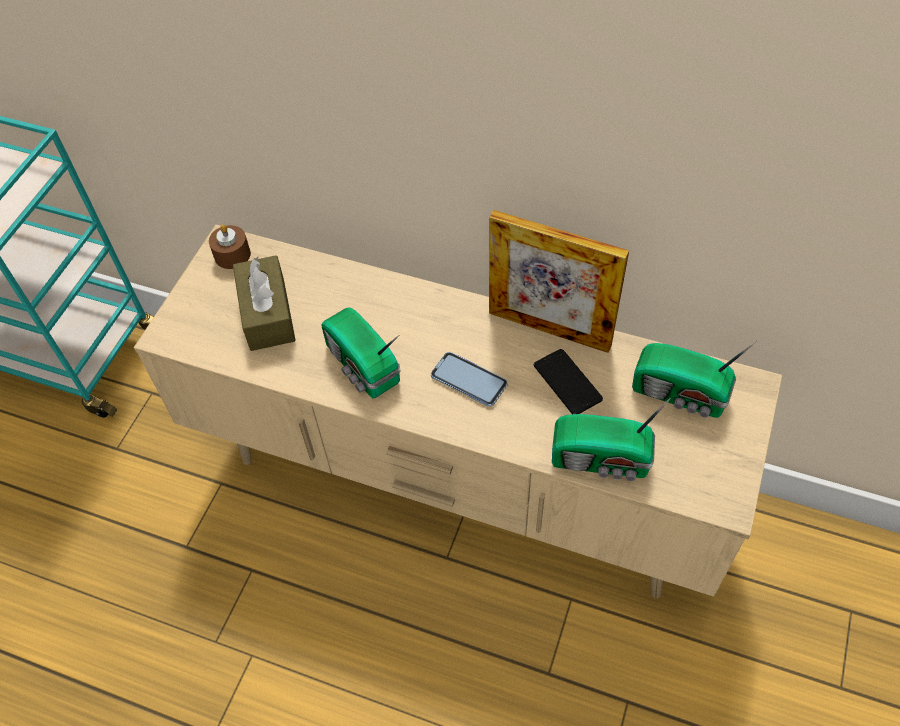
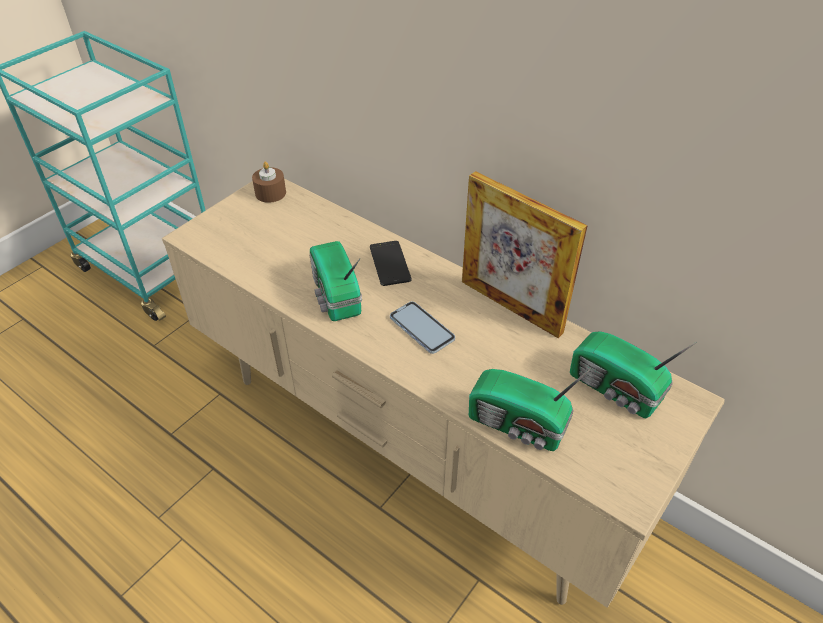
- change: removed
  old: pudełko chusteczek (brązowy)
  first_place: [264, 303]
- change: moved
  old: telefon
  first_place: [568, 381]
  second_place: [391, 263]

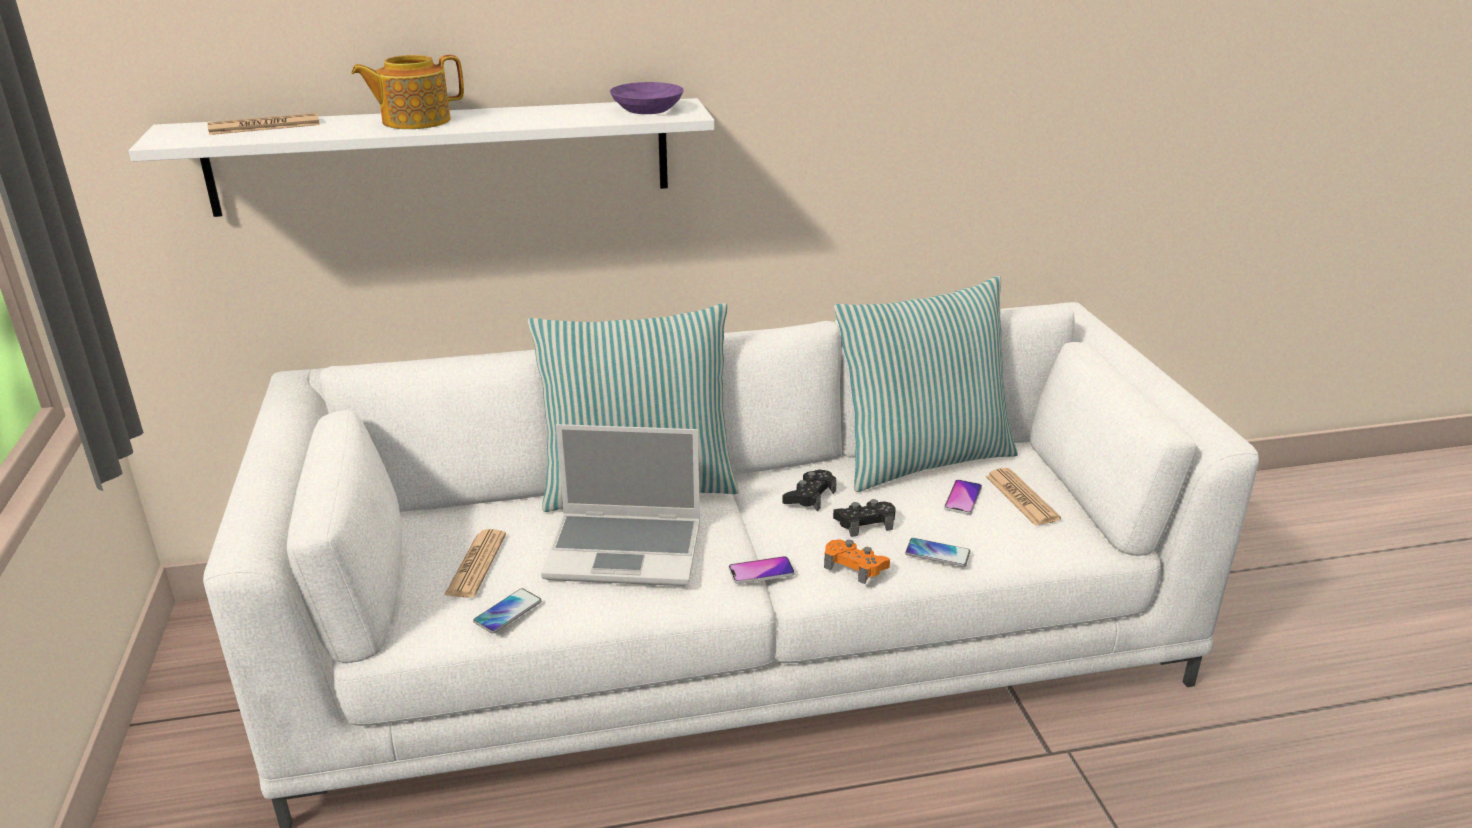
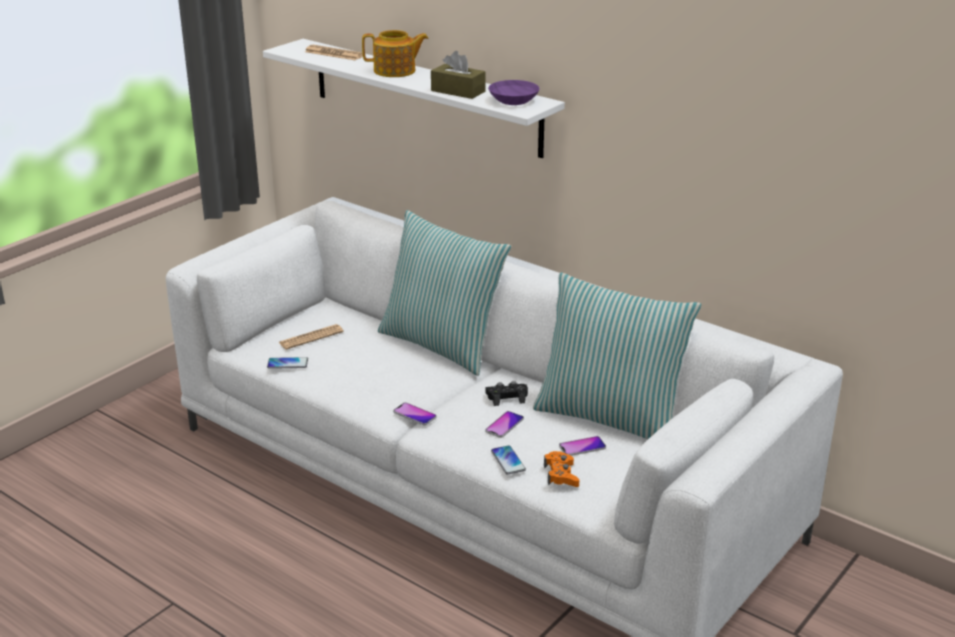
- change: turned
  old: imbryk
  first_place: [407, 92]
  second_place: [395, 53]
  degrees: 150
- change: removed
  old: laptop
  first_place: [620, 505]
- change: removed
  old: gazeta
  first_place: [1023, 497]
- change: replaced
  old: pad do gier (czarny)
  new: telefon
  first_place: [864, 518]
  second_place: [504, 424]
- change: moved
  old: pad do gier (pomarańczowy)
  first_place: [857, 561]
  second_place: [561, 469]
- change: added
  new: pudełko chusteczek (brązowy)
  second_place: [458, 75]

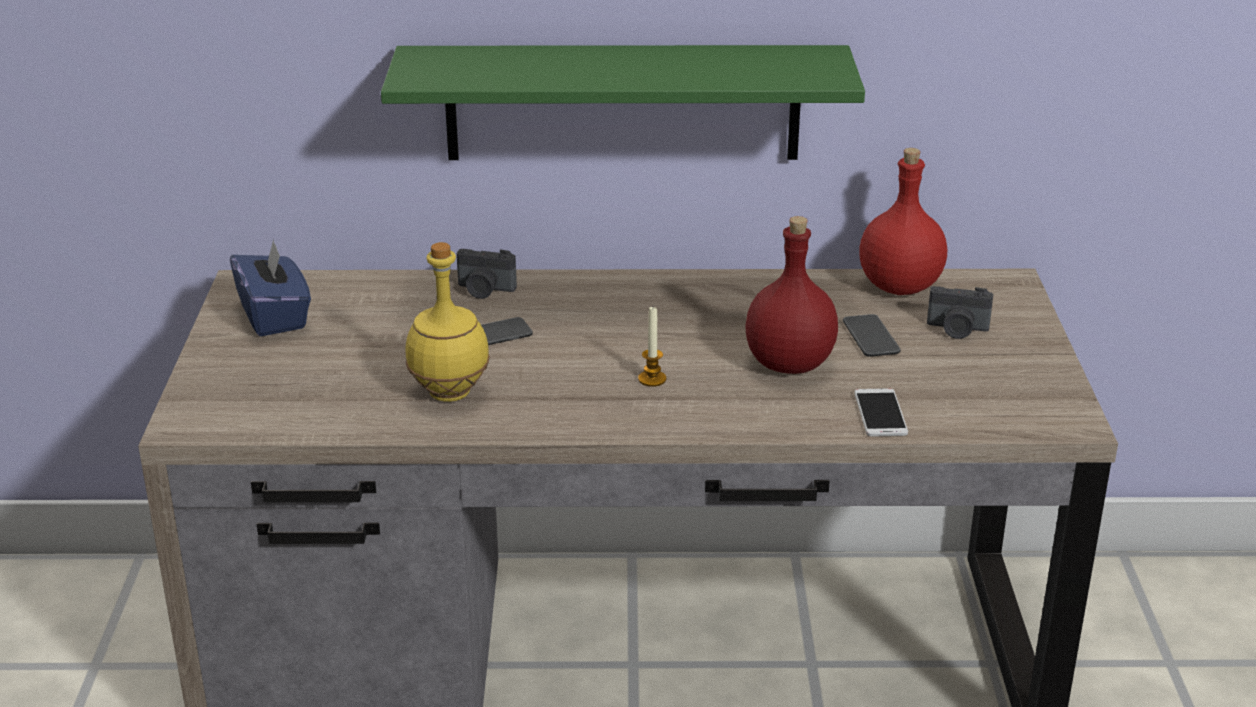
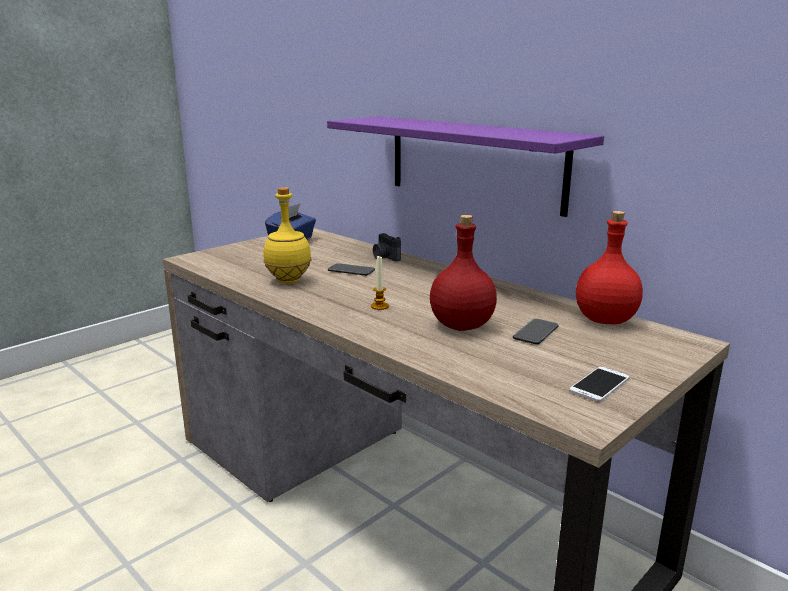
- change: recoloured
  old: półka (zielony)
  new: półka (fioletowy)
  first_place: [623, 102]
  second_place: [465, 166]
- change: removed
  old: aparat fotograficzny
  first_place: [960, 312]
- change: moved
  old: telefon
  first_place: [881, 412]
  second_place: [599, 384]

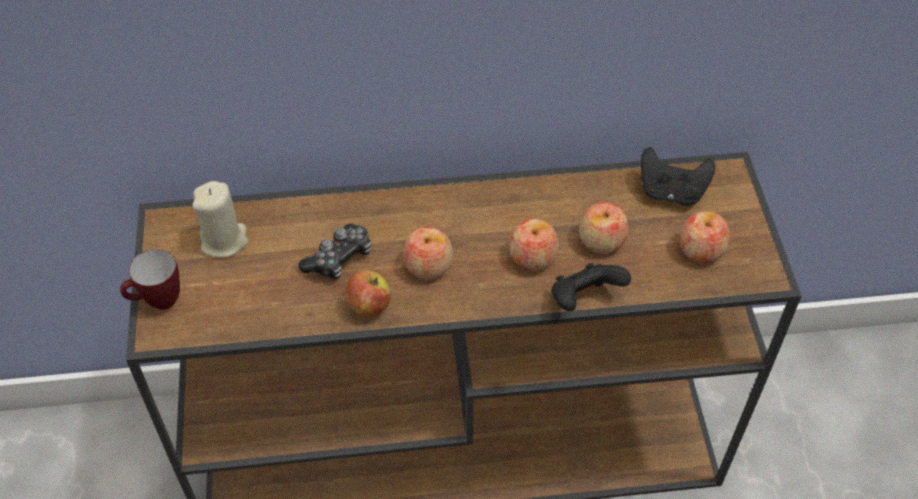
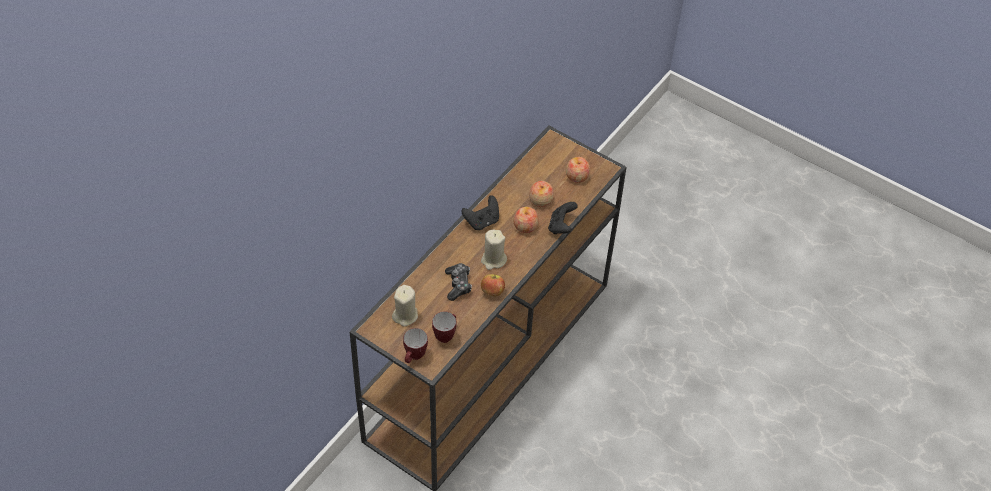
- change: moved
  old: pad do gier (czarny)
  first_place: [678, 176]
  second_place: [480, 212]
- change: replaced
  old: jabłko
  new: świeca (beżowy)
  first_place: [428, 253]
  second_place: [494, 250]
- change: added
  new: kubek
  second_place: [444, 327]

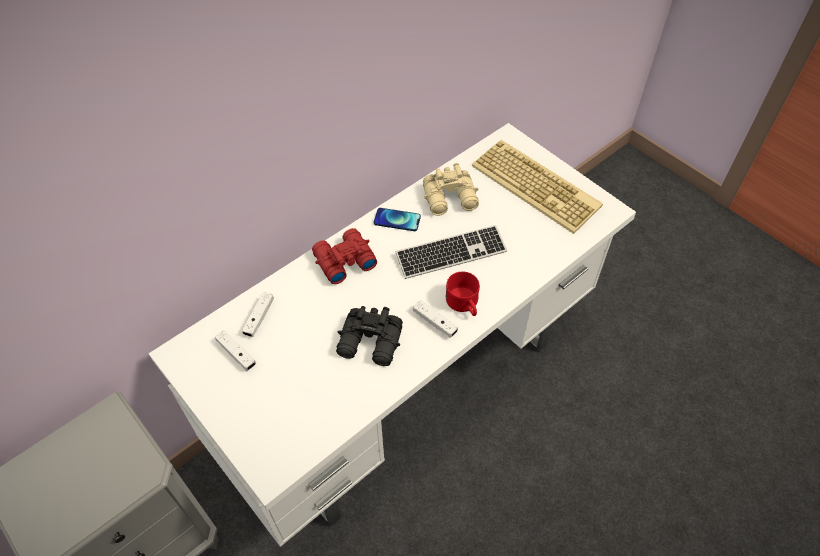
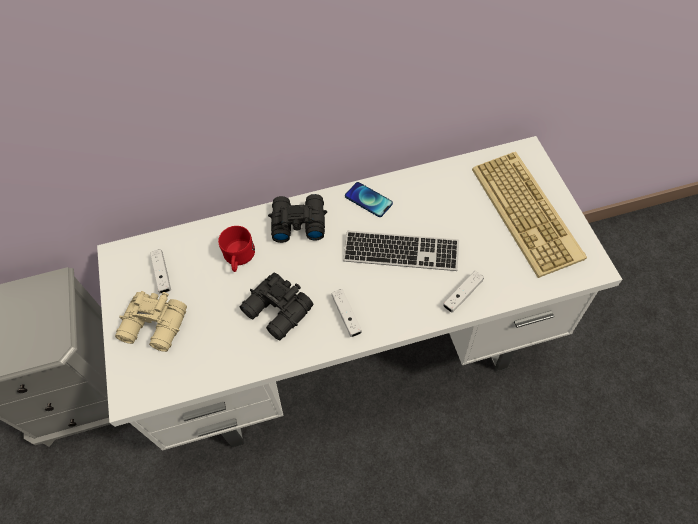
- change: moved
  old: lornetka (beżowy)
  first_place: [451, 189]
  second_place: [151, 321]
- change: recoloured
  old: lornetka (czerwony)
  new: lornetka (czarny)
  first_place: [344, 256]
  second_place: [297, 218]
- change: moved
  old: kubek (czerwony)
  first_place: [463, 294]
  second_place: [236, 249]
- change: moved
  old: pad do gier (biały)
  first_place: [258, 314]
  second_place: [463, 292]

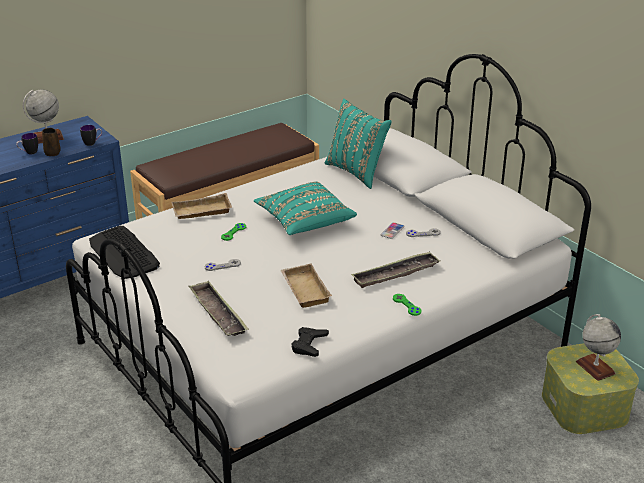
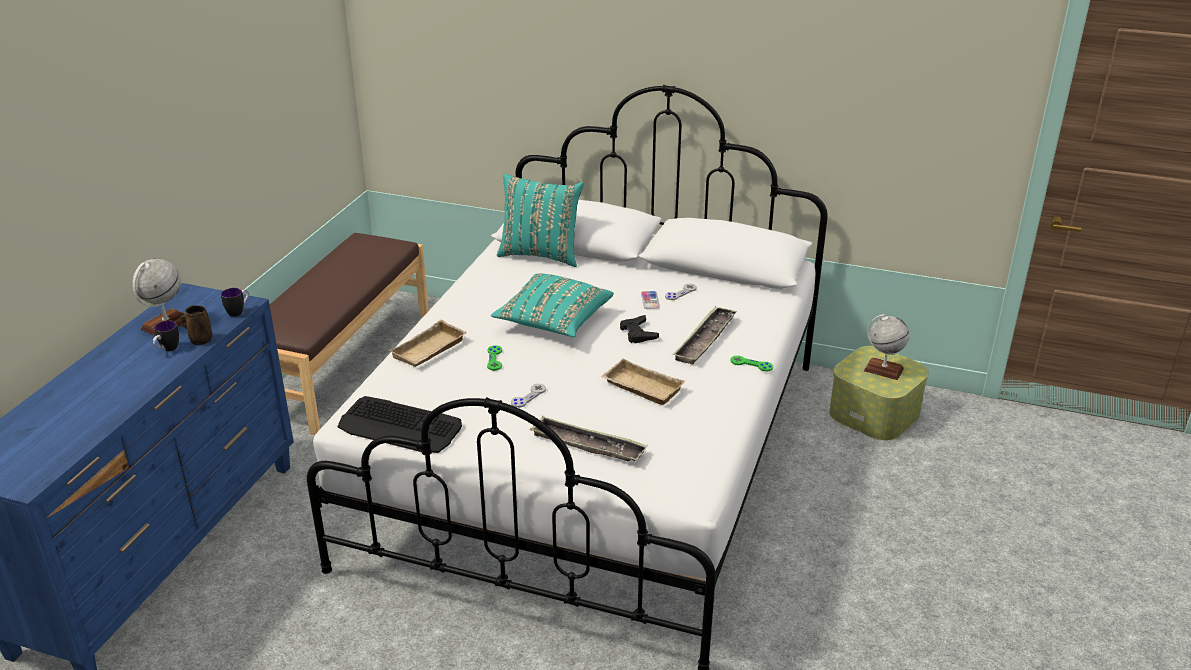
- change: moved
  old: pad do gier (czarny)
  first_place: [310, 342]
  second_place: [639, 329]

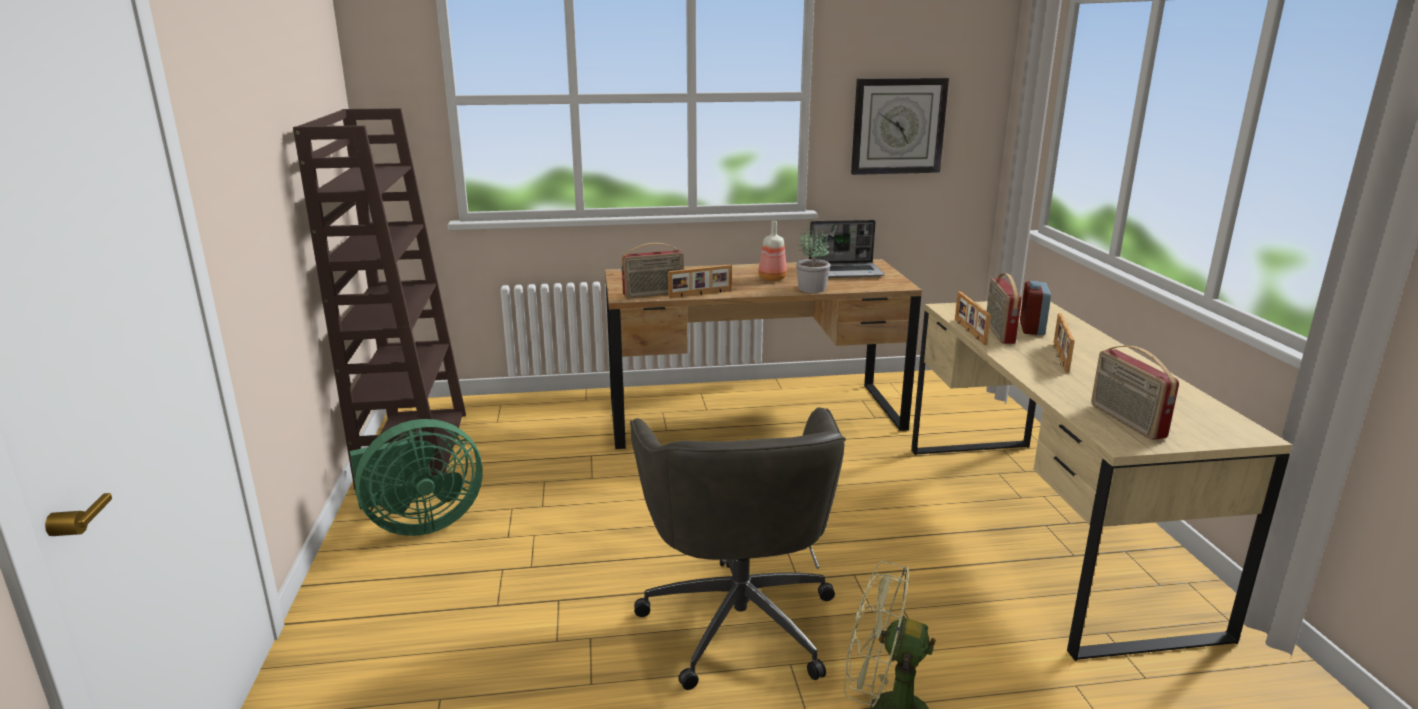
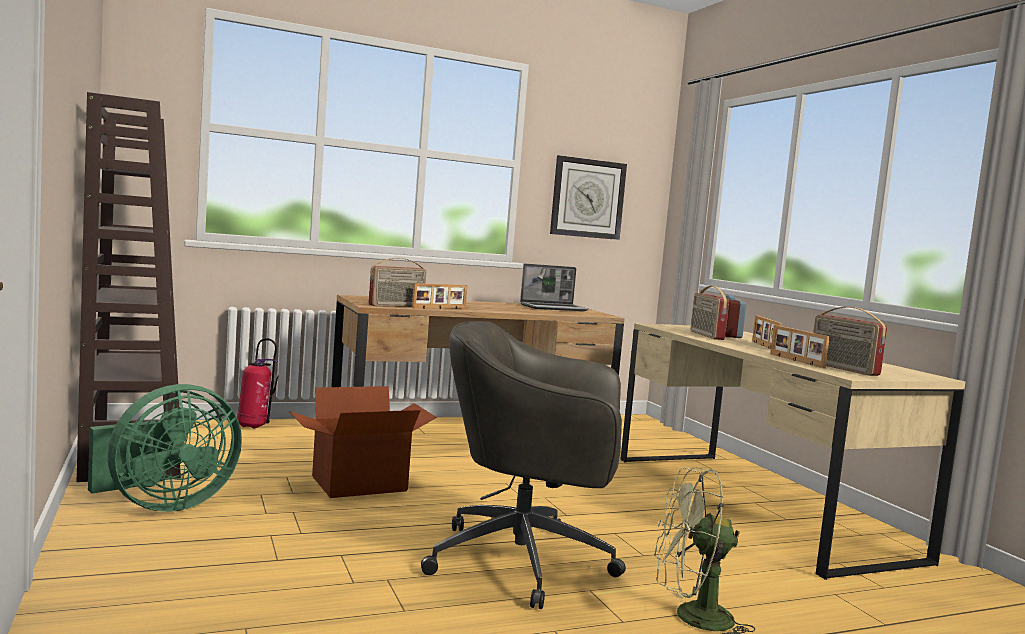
- change: removed
  old: butelka
  first_place: [772, 251]
- change: removed
  old: roślina doniczkowa
  first_place: [813, 259]
- change: moved
  old: ramka na zdjęcie
  first_place: [973, 318]
  second_place: [800, 346]
- change: turned
  old: krzesło biurowe (szary)
  first_place: [738, 548]
  second_place: [523, 465]
  degrees: 120
- change: added
  new: gaśnica
  second_place: [258, 383]
- change: added
  new: karton
  second_place: [363, 442]

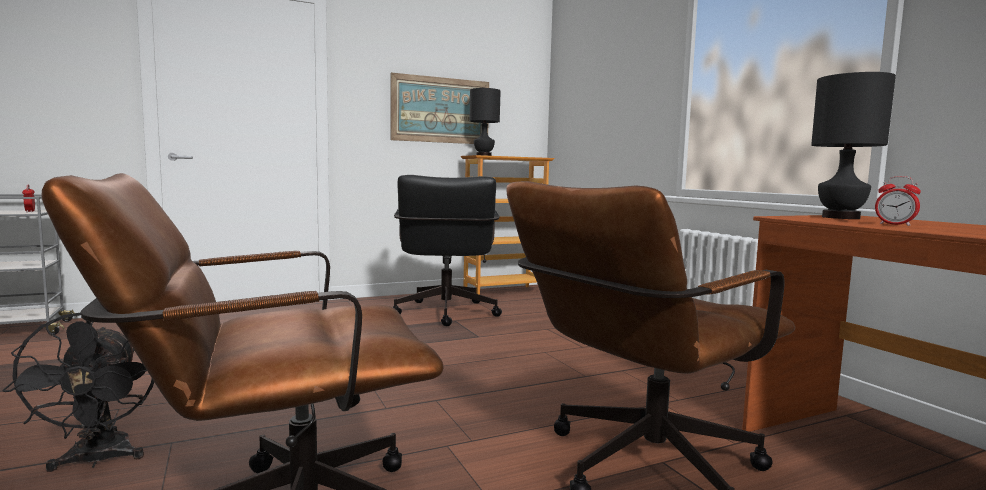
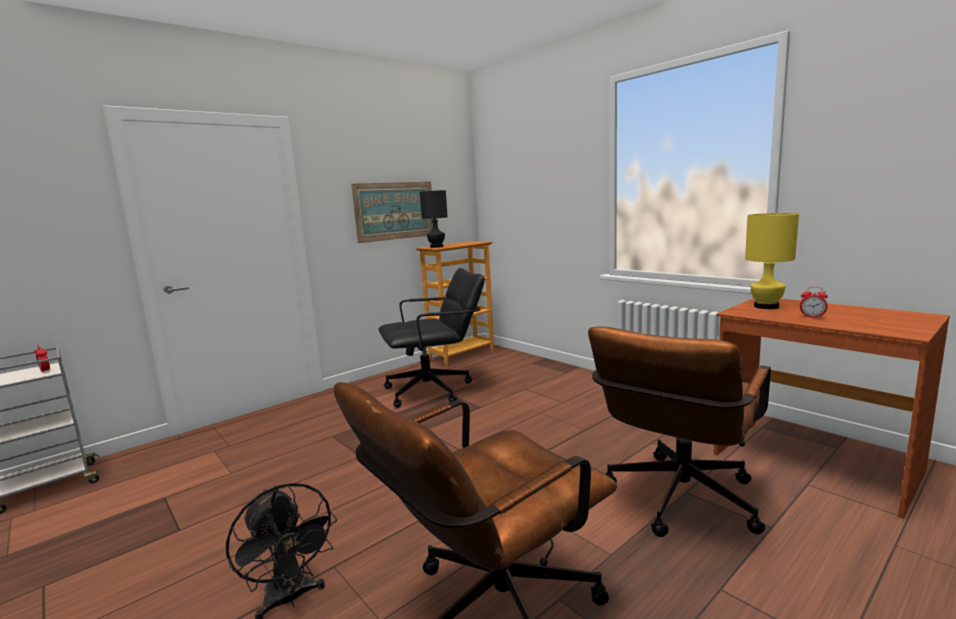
- change: recoloured
  old: lampa stołowa (czarny)
  new: lampa stołowa (żółty)
  first_place: [853, 145]
  second_place: [772, 261]
- change: turned
  old: krzesło biurowe (czarny)
  first_place: [447, 250]
  second_place: [431, 338]
  degrees: -90

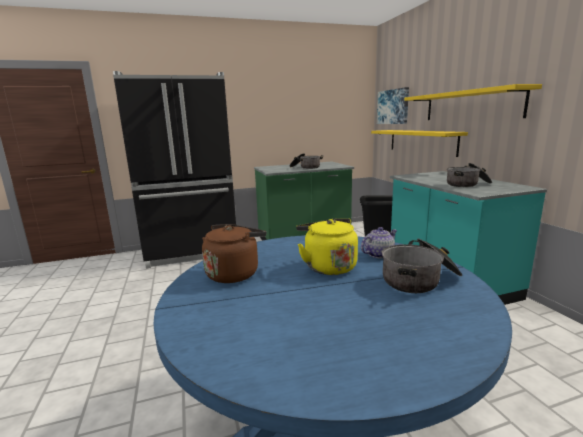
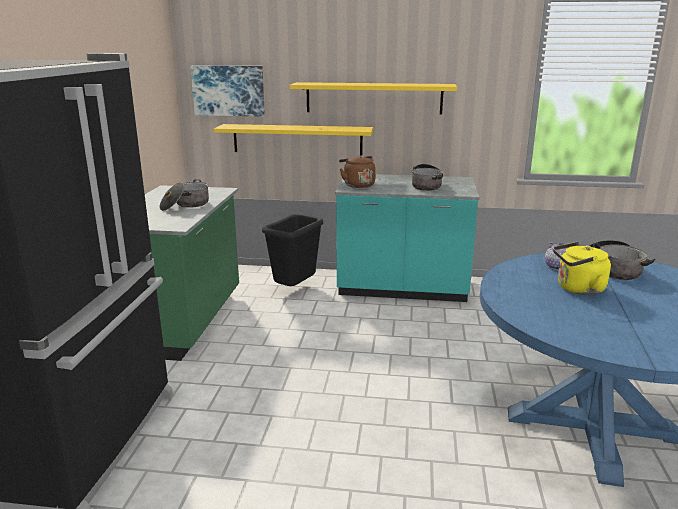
- change: moved
  old: czajnik (brązowy)
  first_place: [234, 253]
  second_place: [357, 171]

